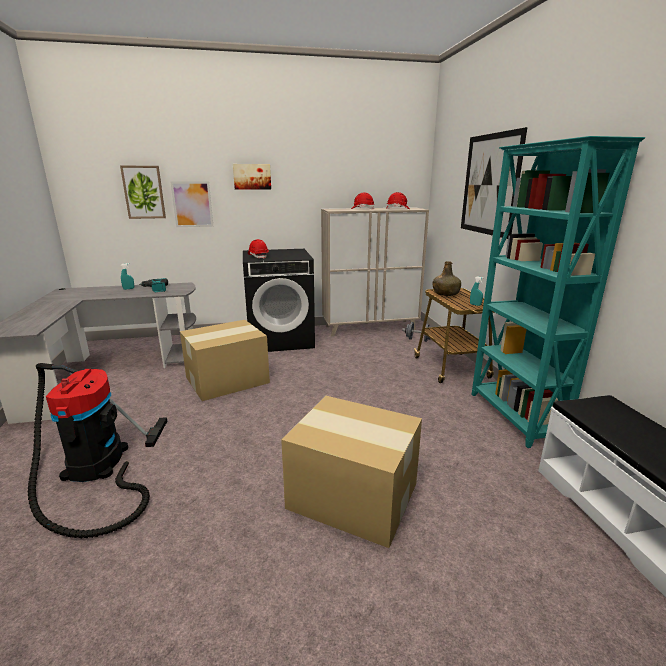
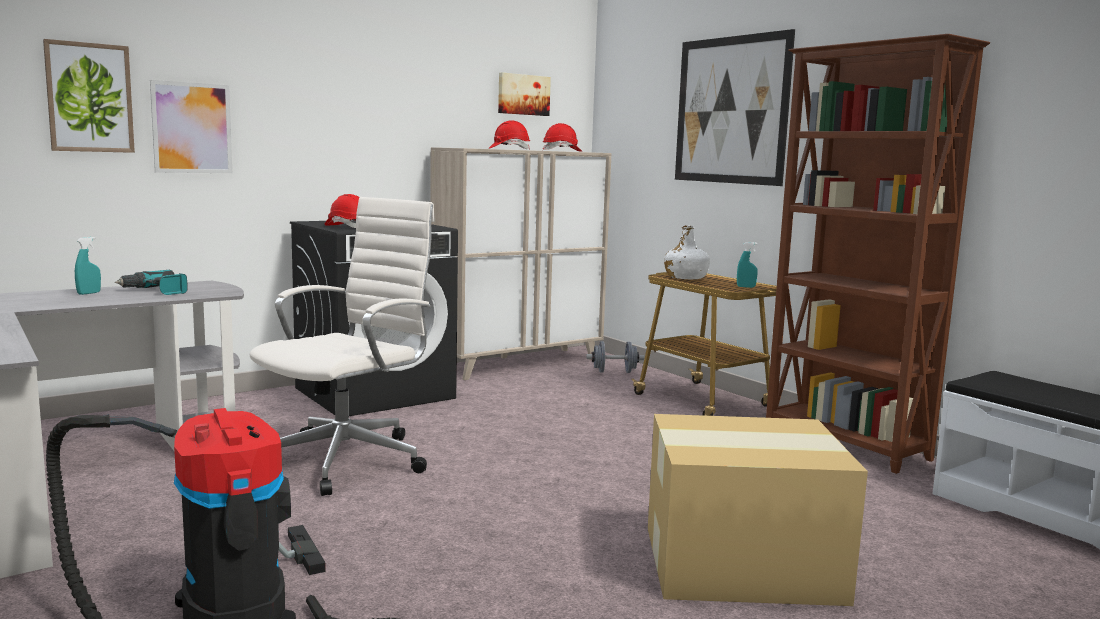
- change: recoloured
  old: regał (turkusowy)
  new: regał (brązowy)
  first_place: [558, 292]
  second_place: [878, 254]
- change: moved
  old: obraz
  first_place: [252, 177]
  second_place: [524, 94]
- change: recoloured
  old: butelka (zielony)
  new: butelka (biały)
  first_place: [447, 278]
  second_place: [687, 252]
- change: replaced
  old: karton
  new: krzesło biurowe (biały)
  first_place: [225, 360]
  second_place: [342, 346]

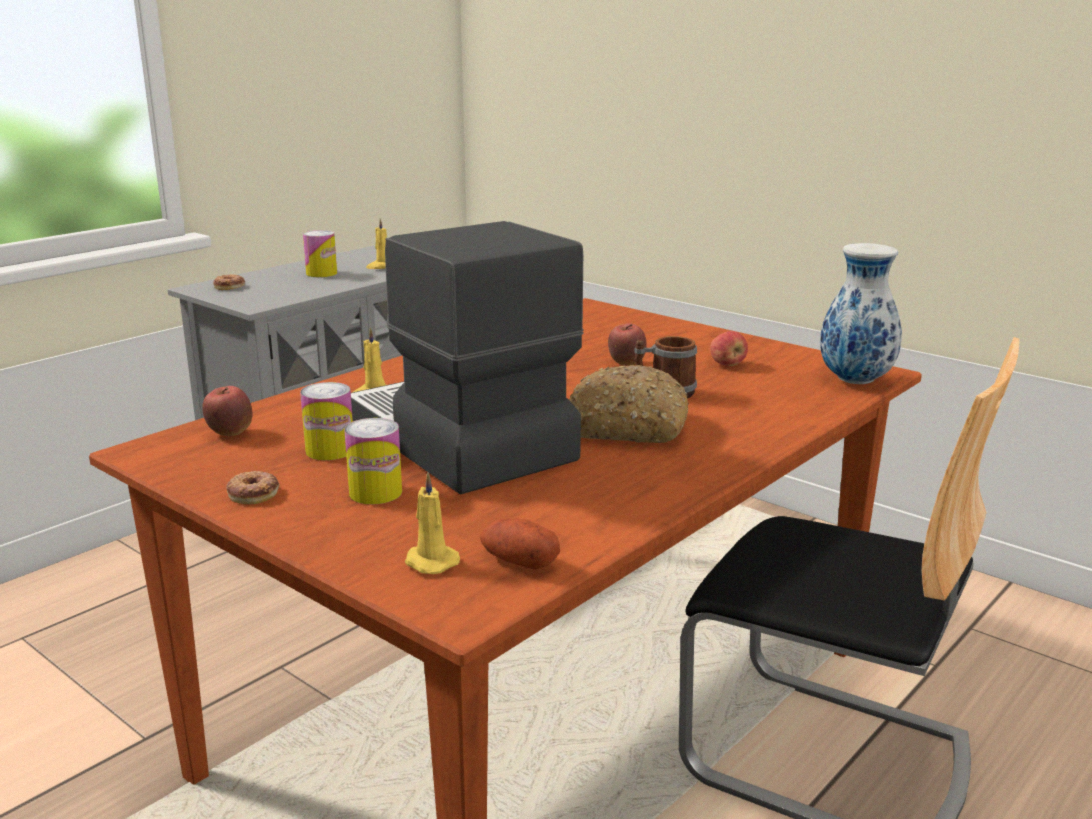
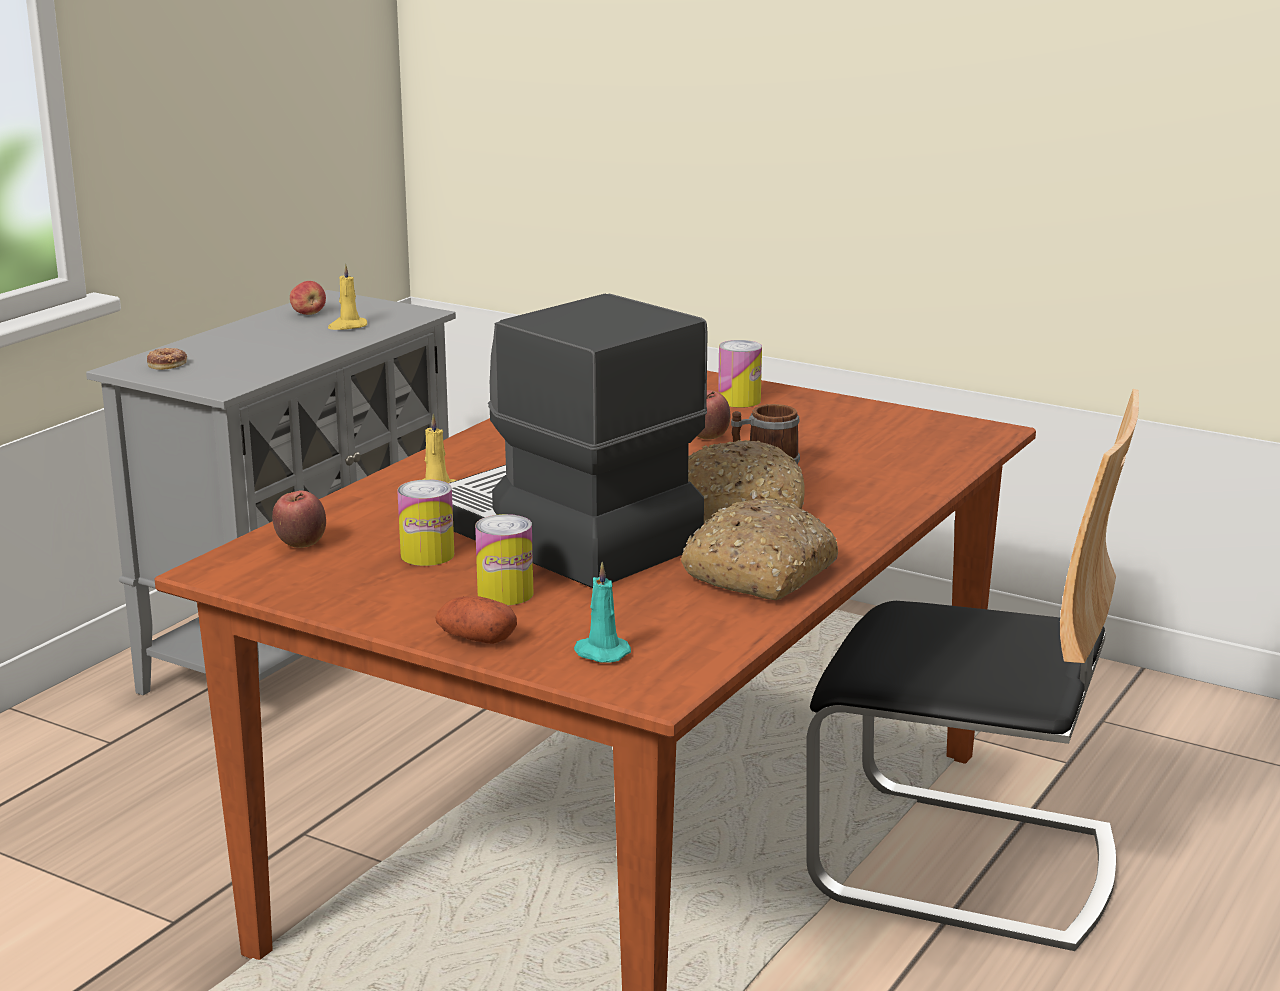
- change: moved
  old: puszka
  first_place: [320, 253]
  second_place: [740, 374]
- change: removed
  old: wazon
  first_place: [861, 313]
- change: moved
  old: jabłko
  first_place: [729, 348]
  second_place: [308, 298]
- change: removed
  old: donut
  first_place: [253, 487]
- change: recoloured
  old: świeca (żółty)
  new: świeca (turkusowy)
  first_place: [432, 523]
  second_place: [602, 612]
- change: moved
  old: ziemniak
  first_place: [520, 543]
  second_place: [476, 620]
- change: added
  new: chleb
  second_place: [759, 549]

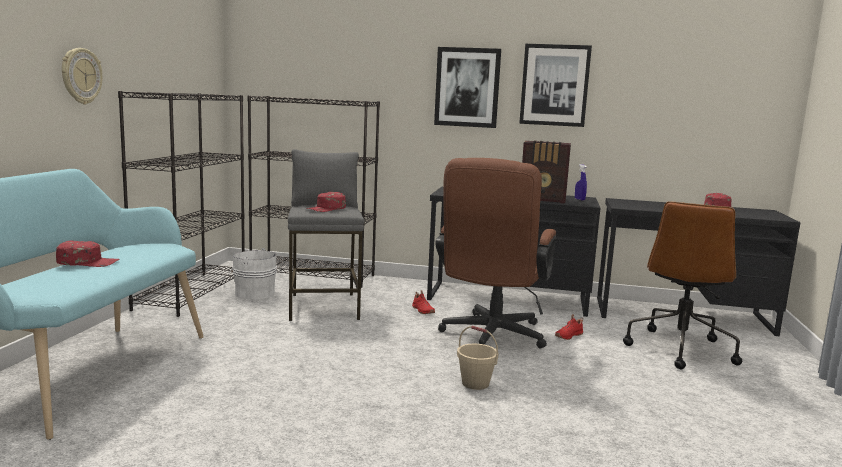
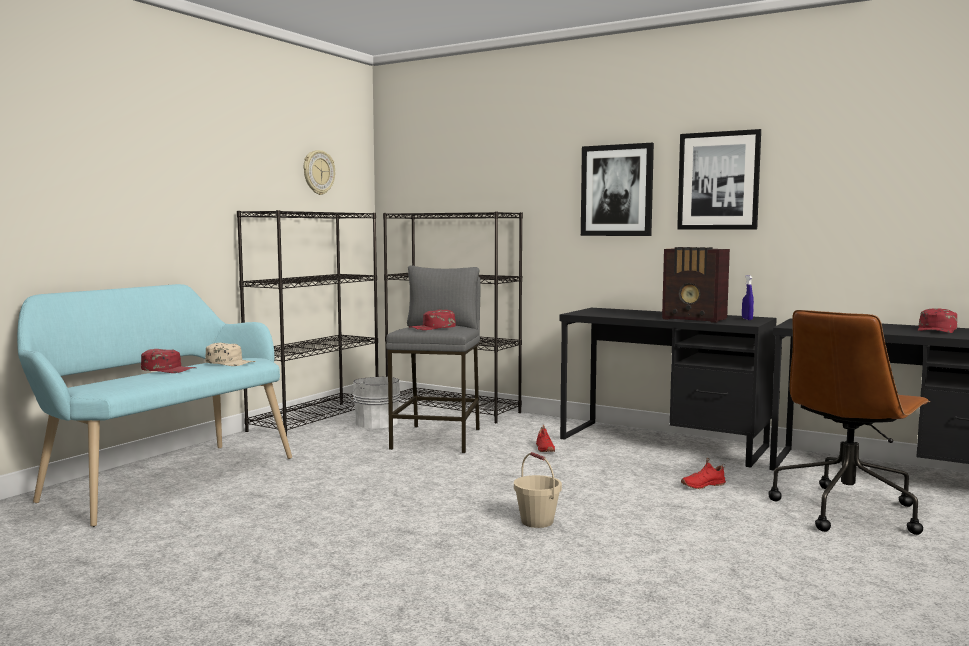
- change: moved
  old: zegar ścienny
  first_place: [82, 76]
  second_place: [319, 172]
- change: removed
  old: krzesło biurowe (brązowy)
  first_place: [495, 253]
- change: added
  new: czapka z daszkiem (beżowy)
  second_place: [230, 354]

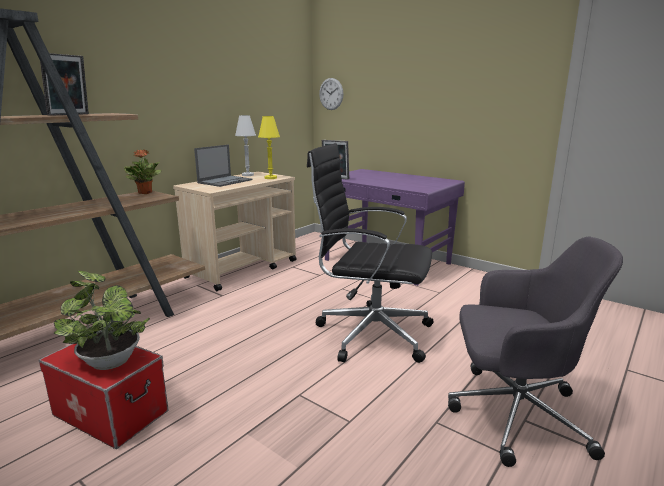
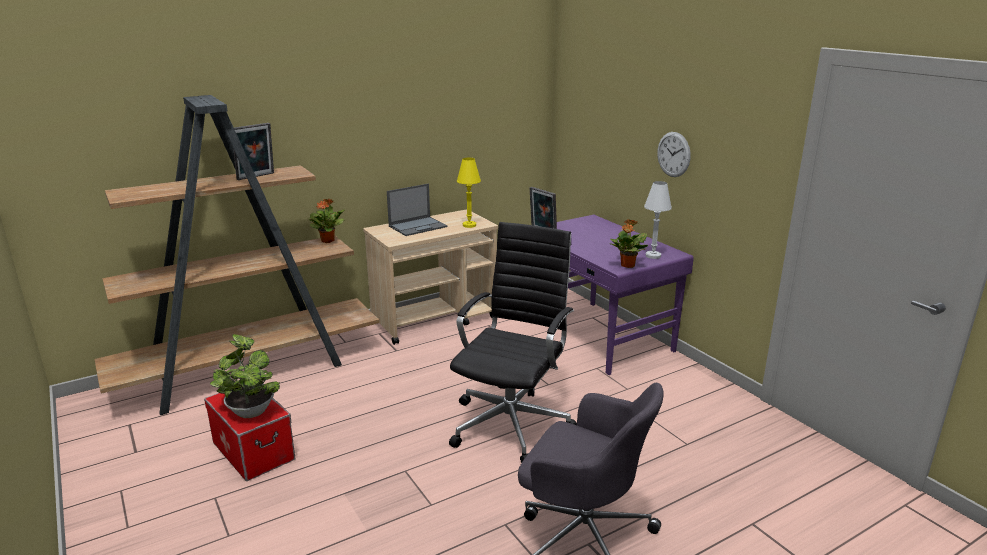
- change: moved
  old: zegar ścienny
  first_place: [331, 94]
  second_place: [674, 154]
- change: moved
  old: lampa stołowa (biały)
  first_place: [245, 145]
  second_place: [658, 220]
- change: turned
  old: krzesło biurowe (czarny)
  first_place: [370, 253]
  second_place: [513, 342]
  degrees: 75
- change: added
  new: roślina doniczkowa
  second_place: [629, 243]

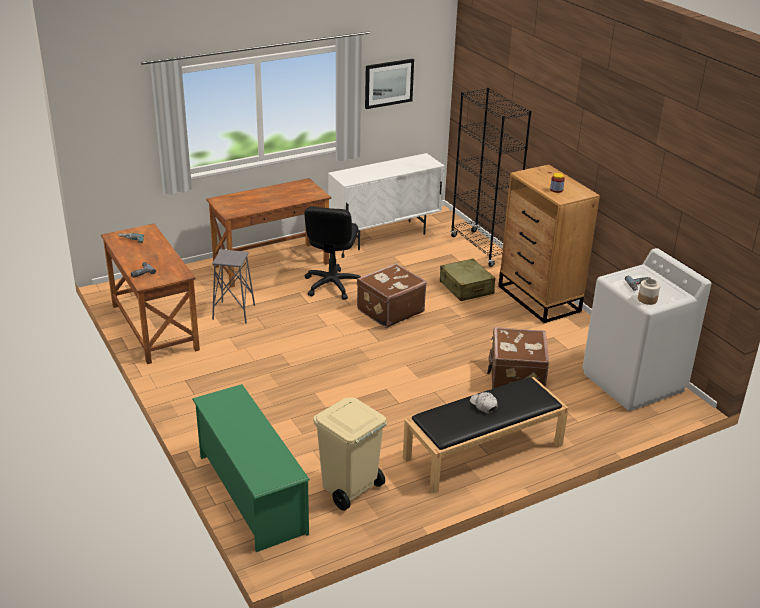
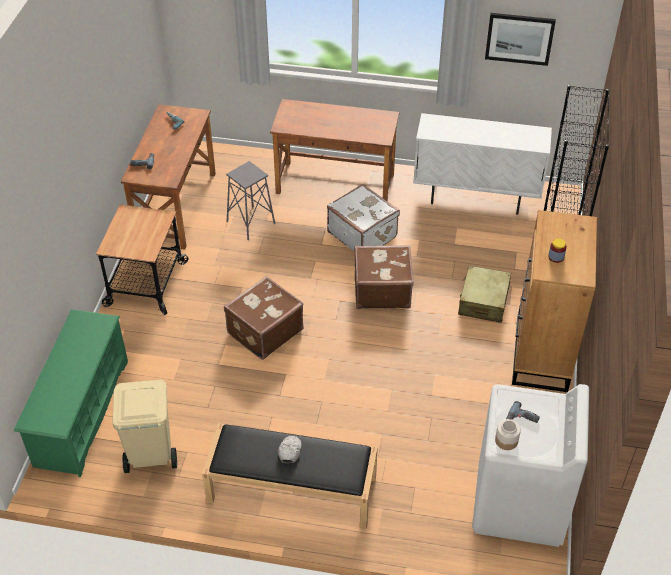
- change: replaced
  old: krzesło biurowe (czarny)
  new: walizka (biały)
  first_place: [332, 253]
  second_place: [363, 217]
- change: moved
  old: walizka (brązowy)
  first_place: [518, 358]
  second_place: [263, 318]
- change: added
  new: wózek
  second_place: [142, 260]

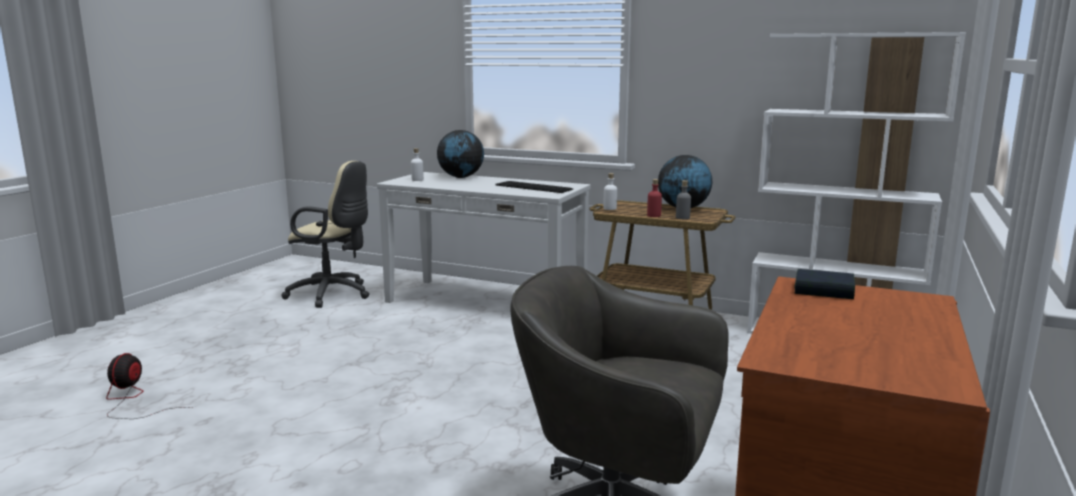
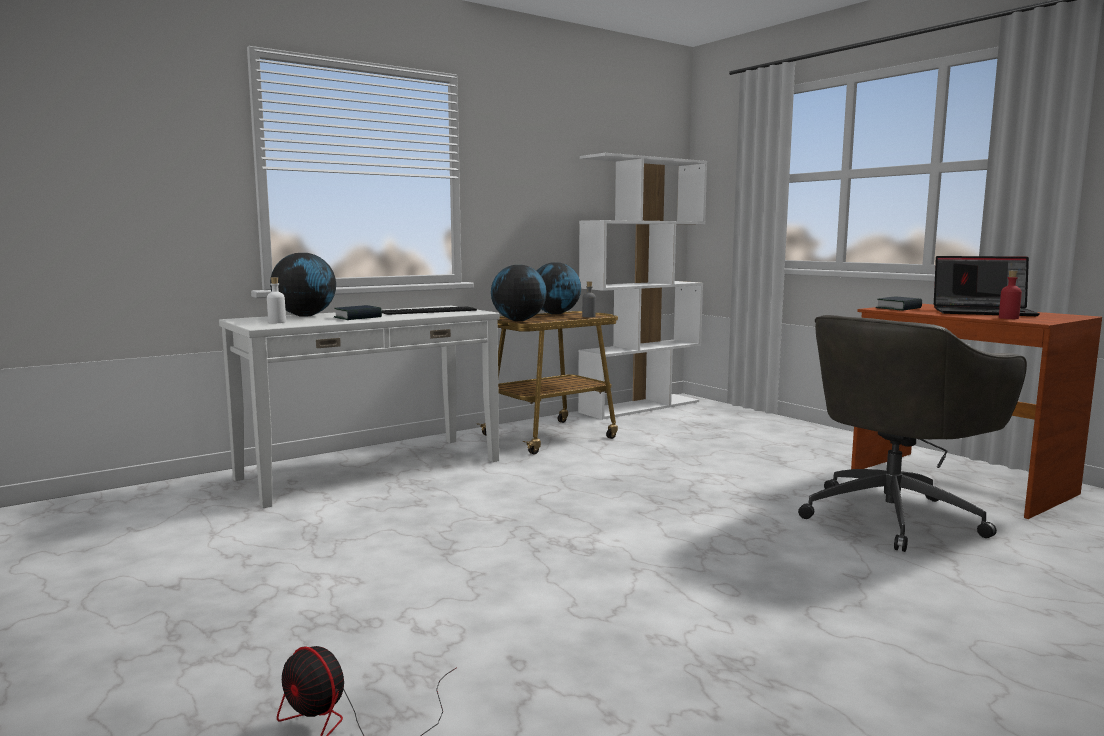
- change: removed
  old: krzesło biurowe (beżowy)
  first_place: [326, 234]
- change: replaced
  old: butelka (biały)
  new: globus
  first_place: [610, 191]
  second_place: [519, 293]
- change: moved
  old: butelka (czerwony)
  first_place: [654, 198]
  second_place: [1010, 295]
- change: added
  new: laptop
  second_place: [987, 286]
- change: added
  new: książka
  second_place: [358, 312]

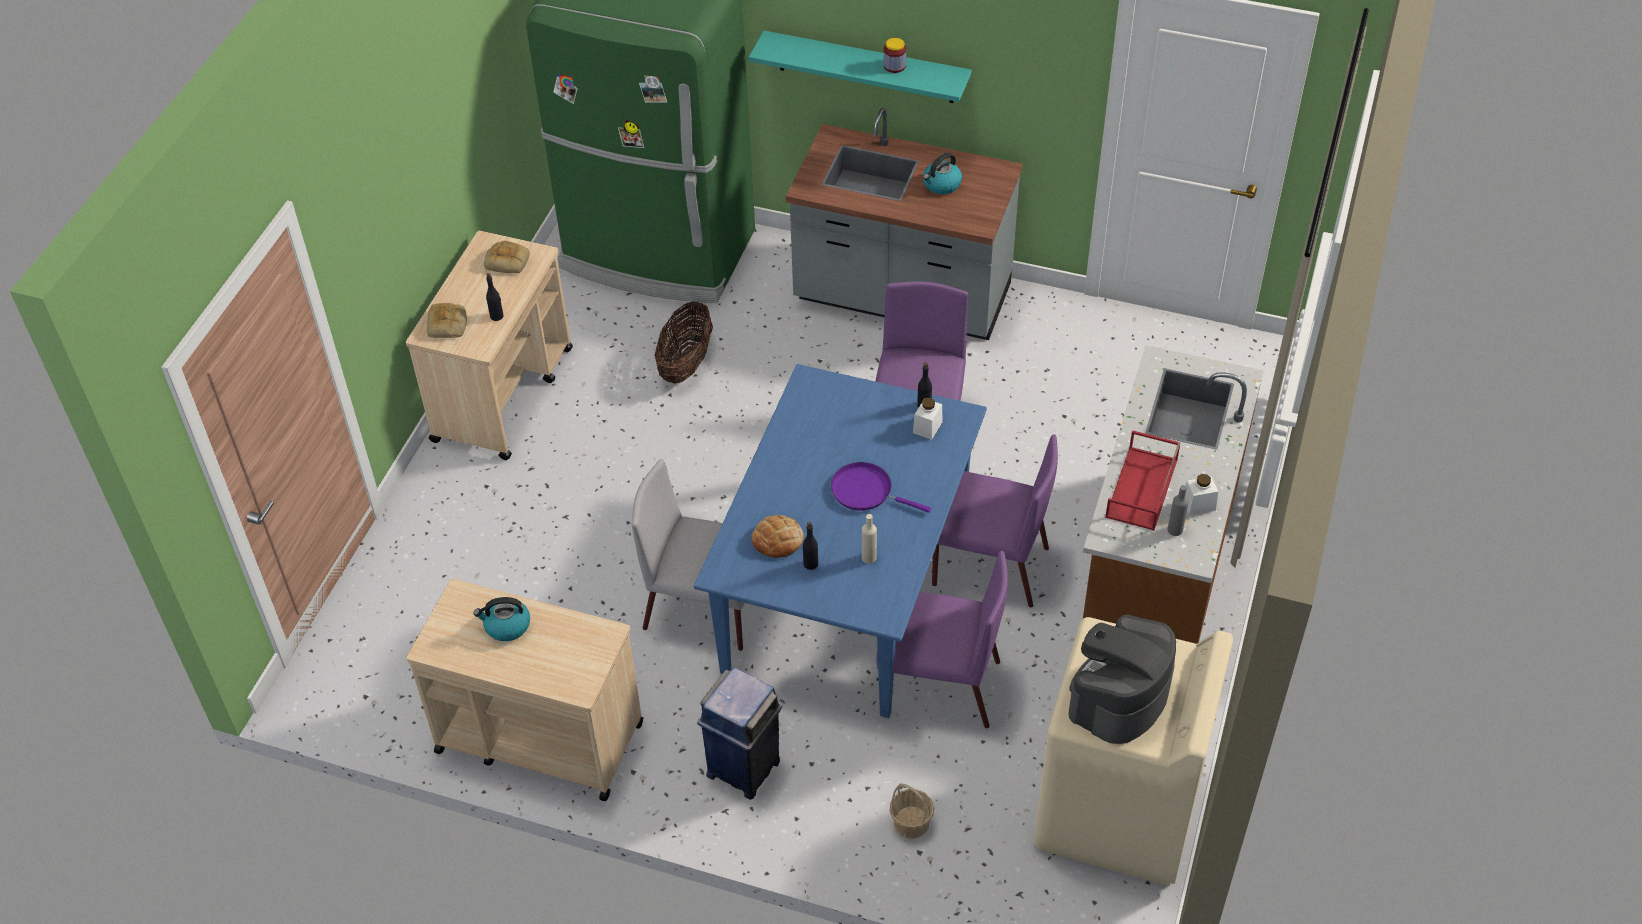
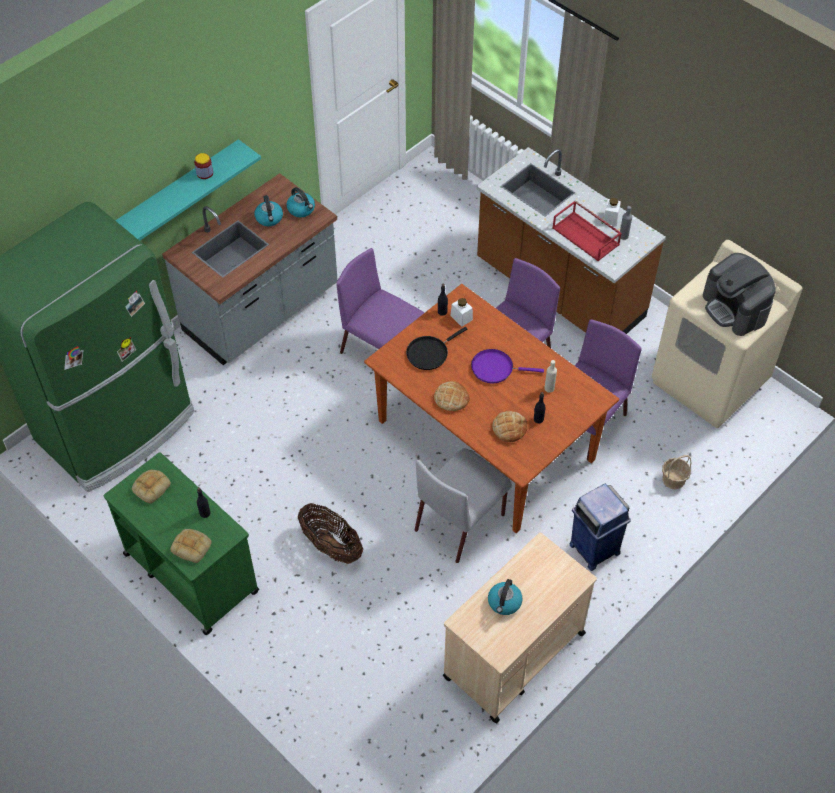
- change: recoloured
  old: wózek (beżowy)
  new: wózek (zielony)
  first_place: [489, 345]
  second_place: [181, 543]
- change: moved
  old: koszyk
  first_place: [683, 342]
  second_place: [330, 533]
- change: recoloured
  old: stół jadalny (niebieski)
  new: stół jadalny (brązowy)
  first_place: [840, 541]
  second_place: [491, 408]
- change: turned
  old: patelnia (fioletowy)
  first_place: [881, 487]
  second_place: [507, 366]
  degrees: 45
- change: added
  new: czajnik
  second_place: [301, 202]
- change: added
  new: patelnia (czarny)
  second_place: [436, 348]
- change: added
  new: chleb
  second_place: [452, 396]

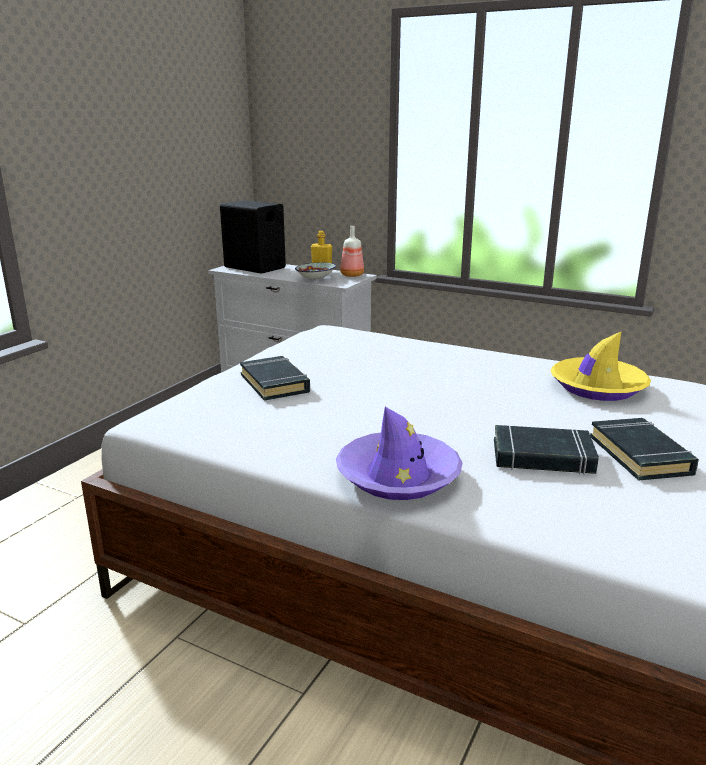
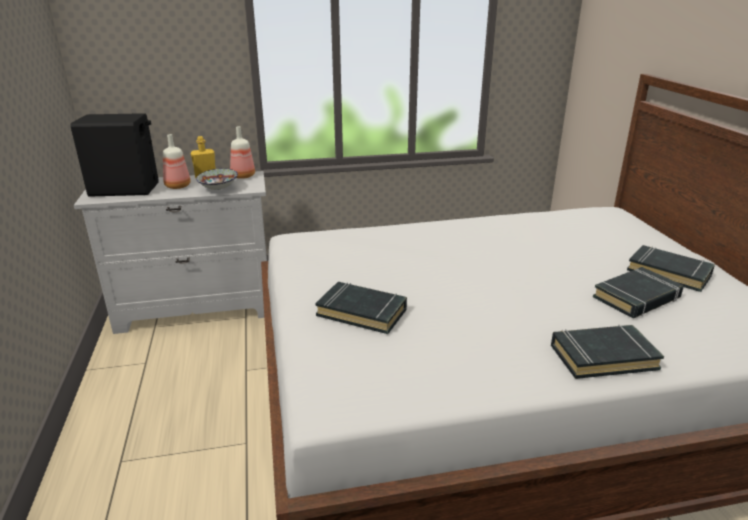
- change: removed
  old: kapelusz (żółty)
  first_place: [600, 366]
- change: replaced
  old: kapelusz (fioletowy)
  new: książka (czarny)
  first_place: [399, 453]
  second_place: [607, 352]
- change: added
  new: butelka
  second_place: [177, 161]

